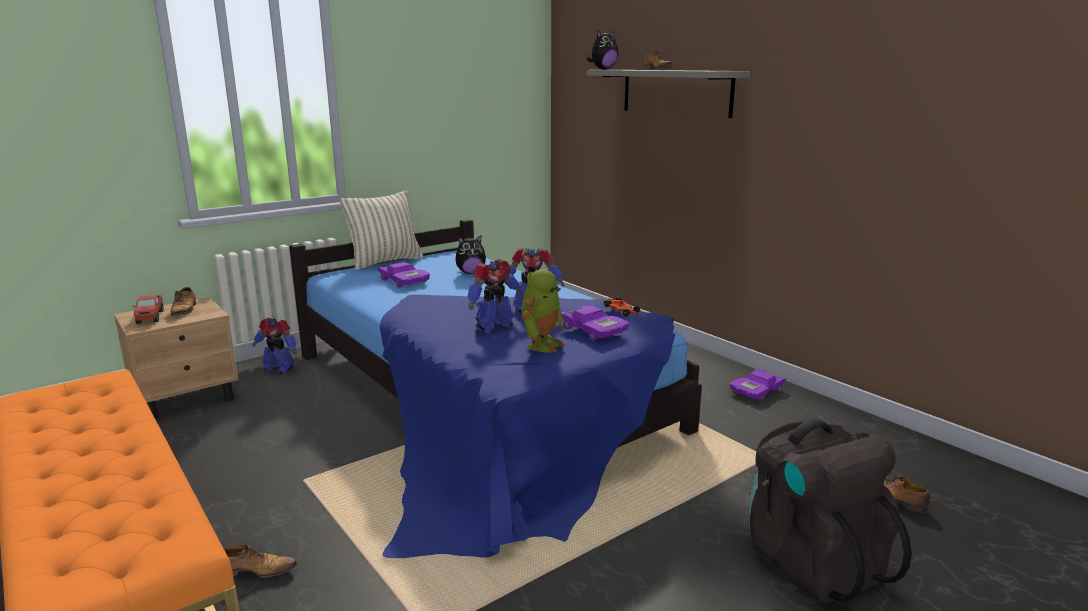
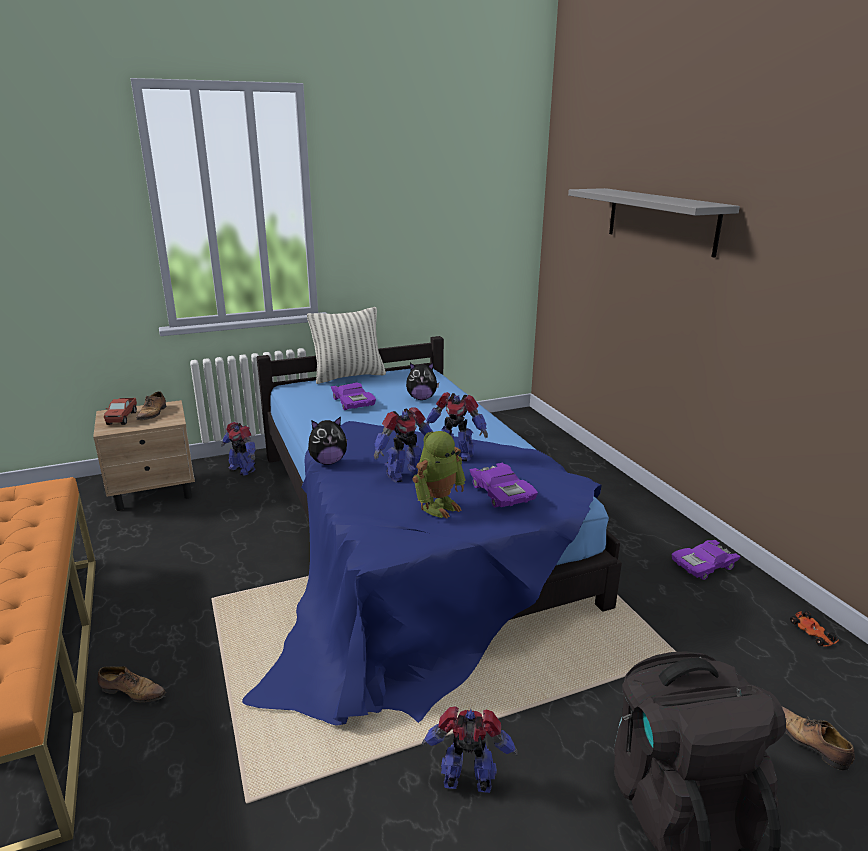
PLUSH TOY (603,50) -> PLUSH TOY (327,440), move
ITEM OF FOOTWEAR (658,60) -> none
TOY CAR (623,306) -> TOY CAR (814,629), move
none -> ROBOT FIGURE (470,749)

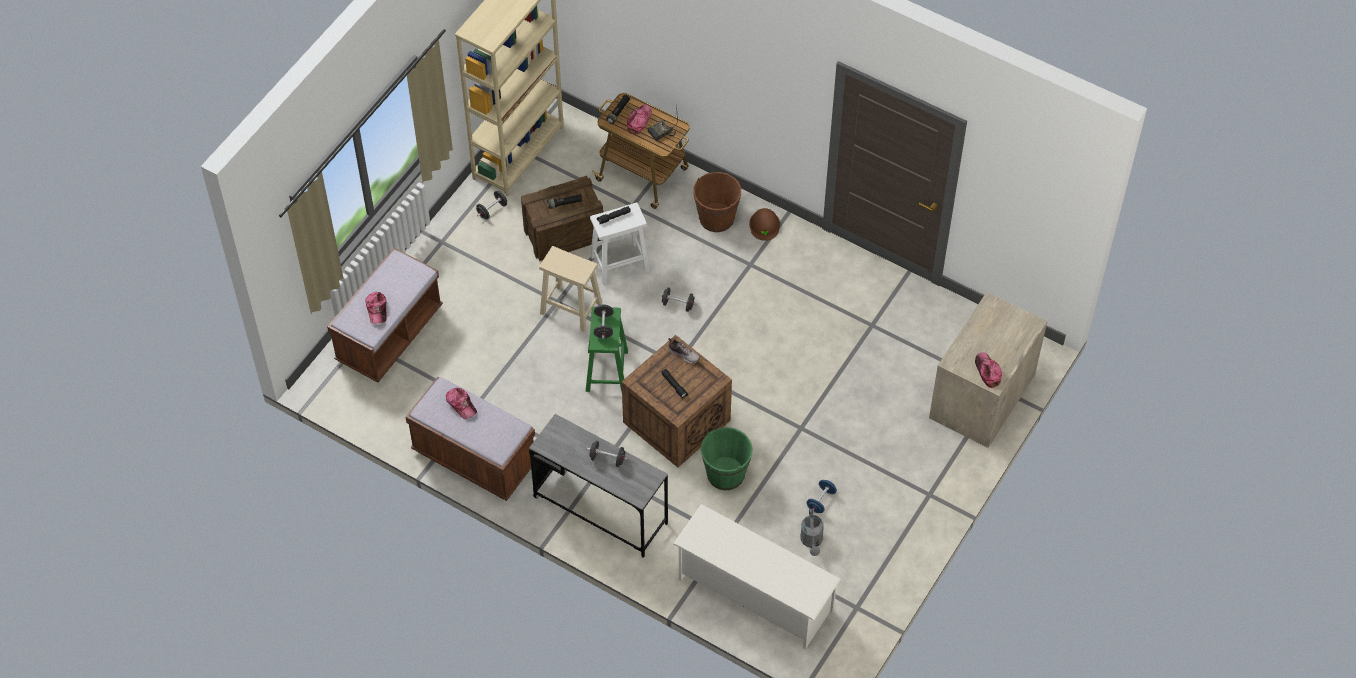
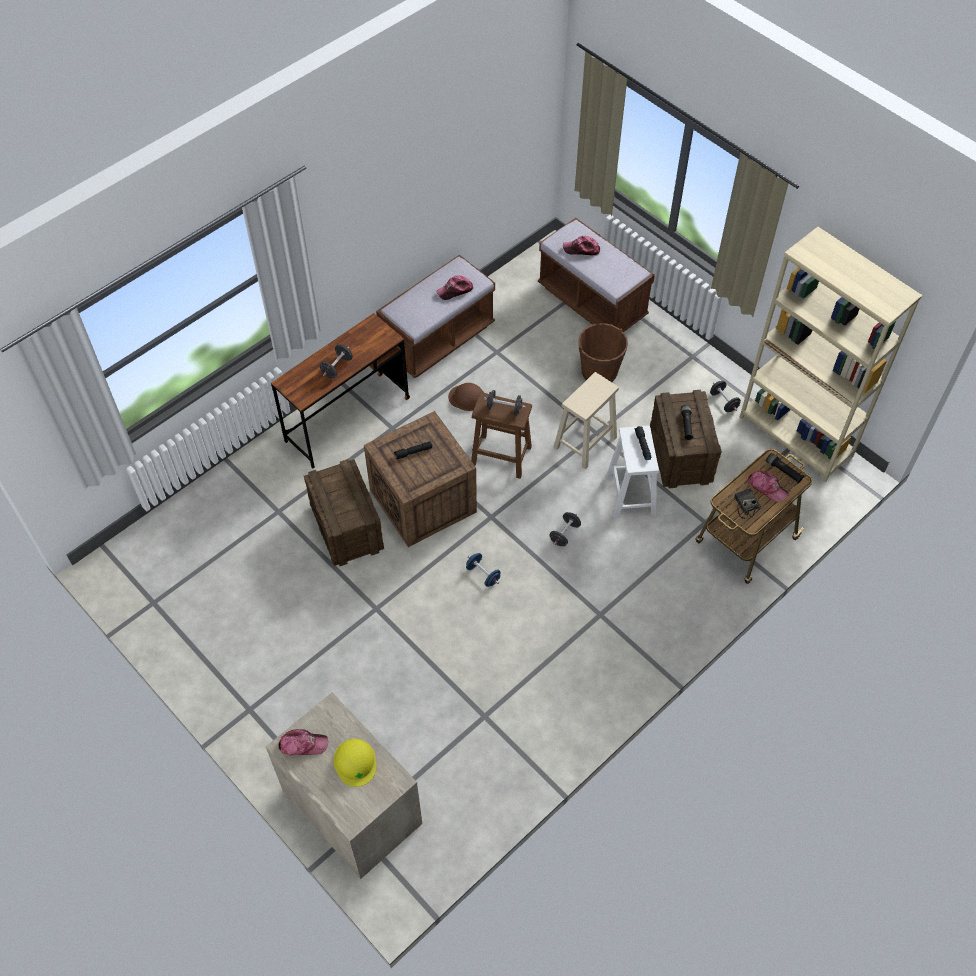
BROWN-COLOURED PAIL (717,202) -> BROWN-COLOURED PAIL (603,352), move
BROWN-COLOURED HARD HAT (764,224) -> BROWN-COLOURED HARD HAT (466,397), move
GREEN STOOL (607,349) -> BROWN-COLOURED STOOL (501,435)
ITEM OF FOOTWEAR (684,351) -> none
GREYISH DESK (598,486) -> BROWN-COLOURED DESK (340,390)
GREEN PAIL (727,459) -> CRATE (344,512)
BLUE-COLOURED FREE WEIGHT (822,496) -> BLUE-COLOURED FREE WEIGHT (483,570), move
WHITE-COLOURED SHOE RACK (757,576) -> none
GREYISH SPRINKLING CAN (812,532) -> none
none -> YELLOW-COLOURED HARD HAT (354,763)

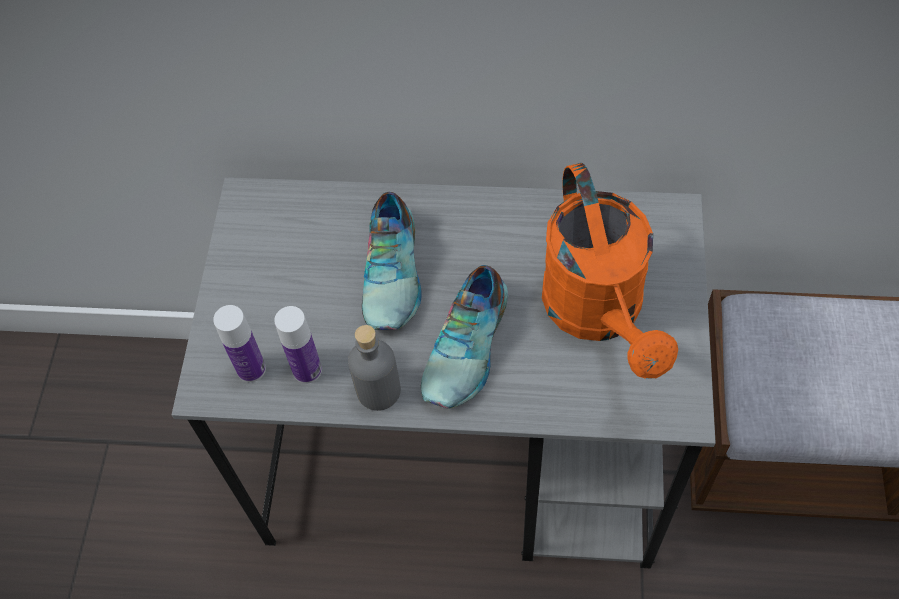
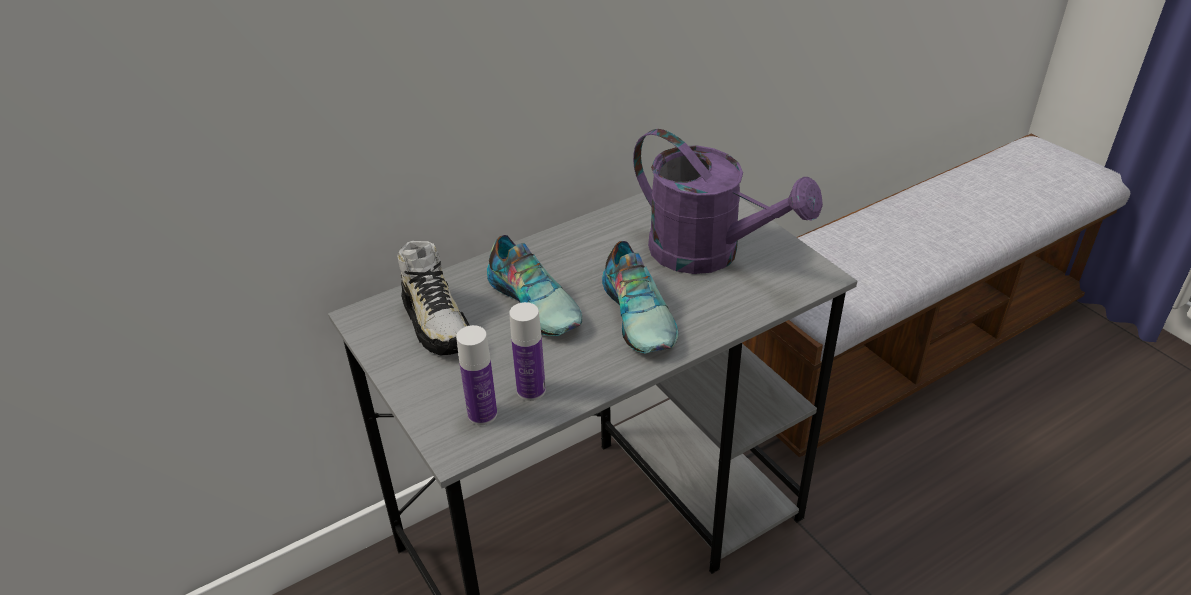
ORANGEY SPRINKLING CAN (610,271) -> PURPLE-COLOURED SPRINKLING CAN (728,201)
GREYISH BEVERAGE BOTTLE (374,368) -> none
none -> ITEM OF FOOTWEAR (433,298)

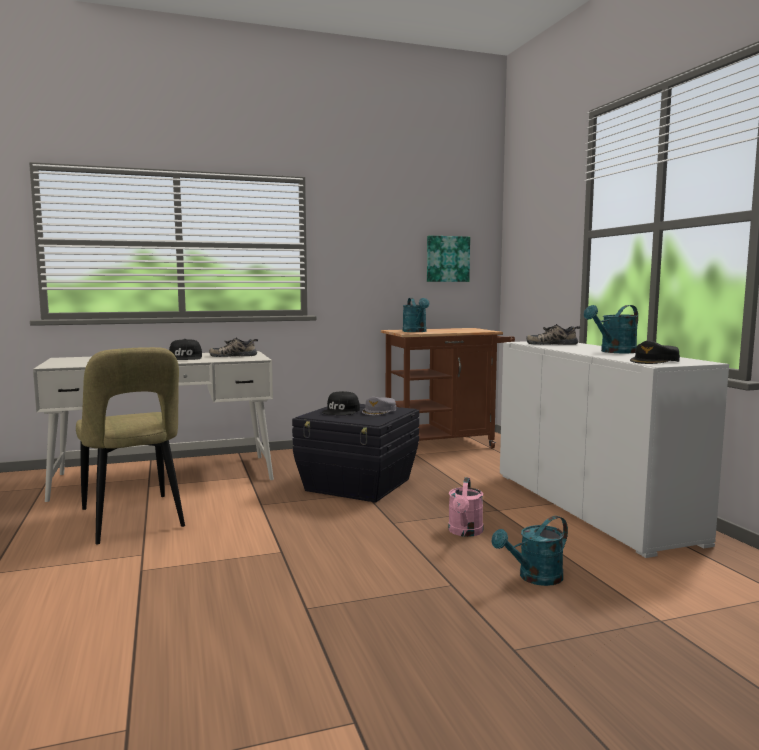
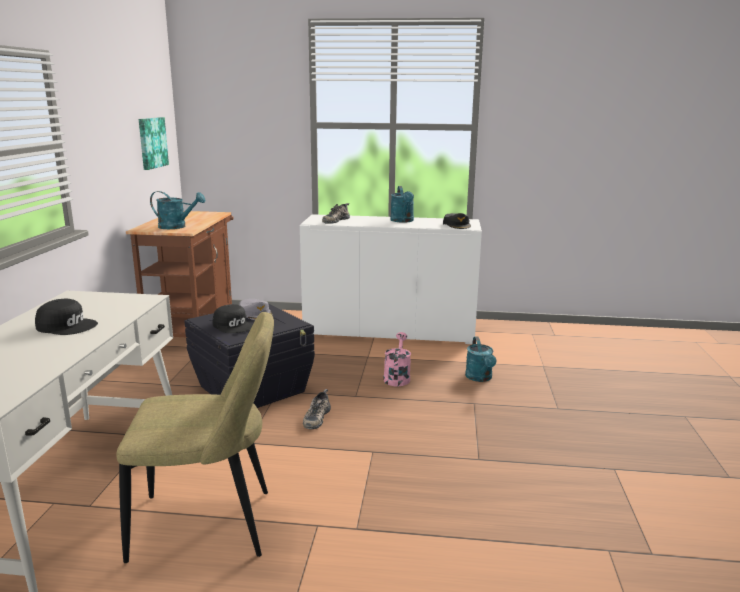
ITEM OF FOOTWEAR (233,347) -> ITEM OF FOOTWEAR (317,409), move
PINKISH SPRINKLING CAN (465,507) -> PINKISH SPRINKLING CAN (397,359), 120 degrees counterclockwise

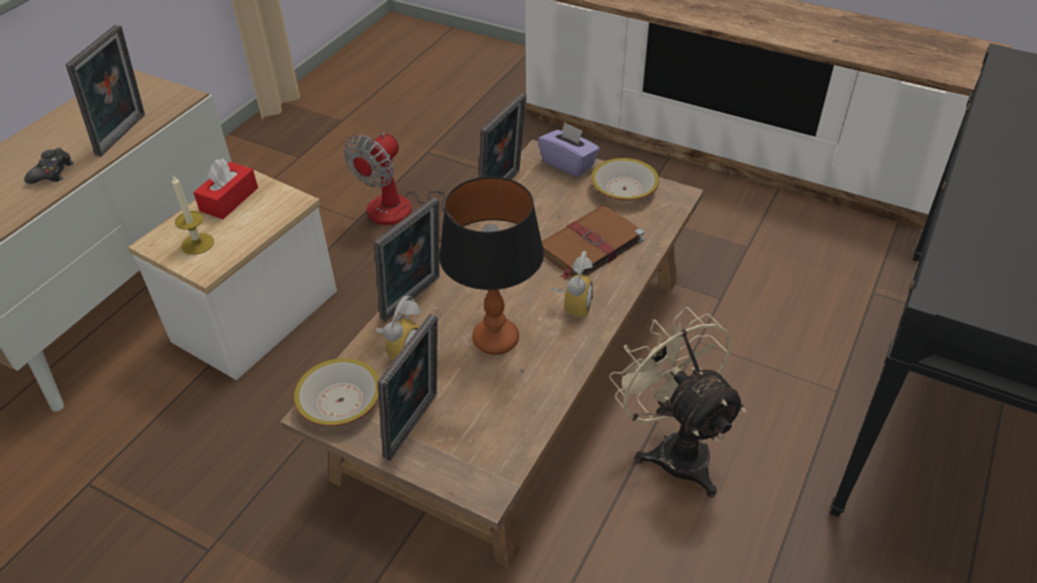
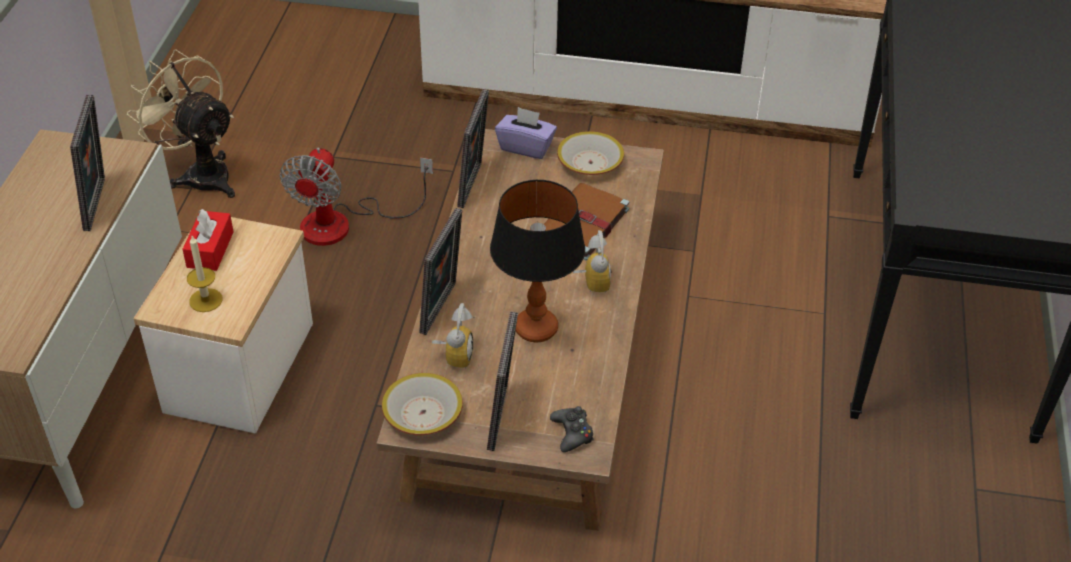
BLACK GAME CONTROLLER (49,166) -> BLACK GAME CONTROLLER (572,429), move
BEIGE-COLOURED COOLING FAN (677,402) -> BEIGE-COLOURED COOLING FAN (181,123), move

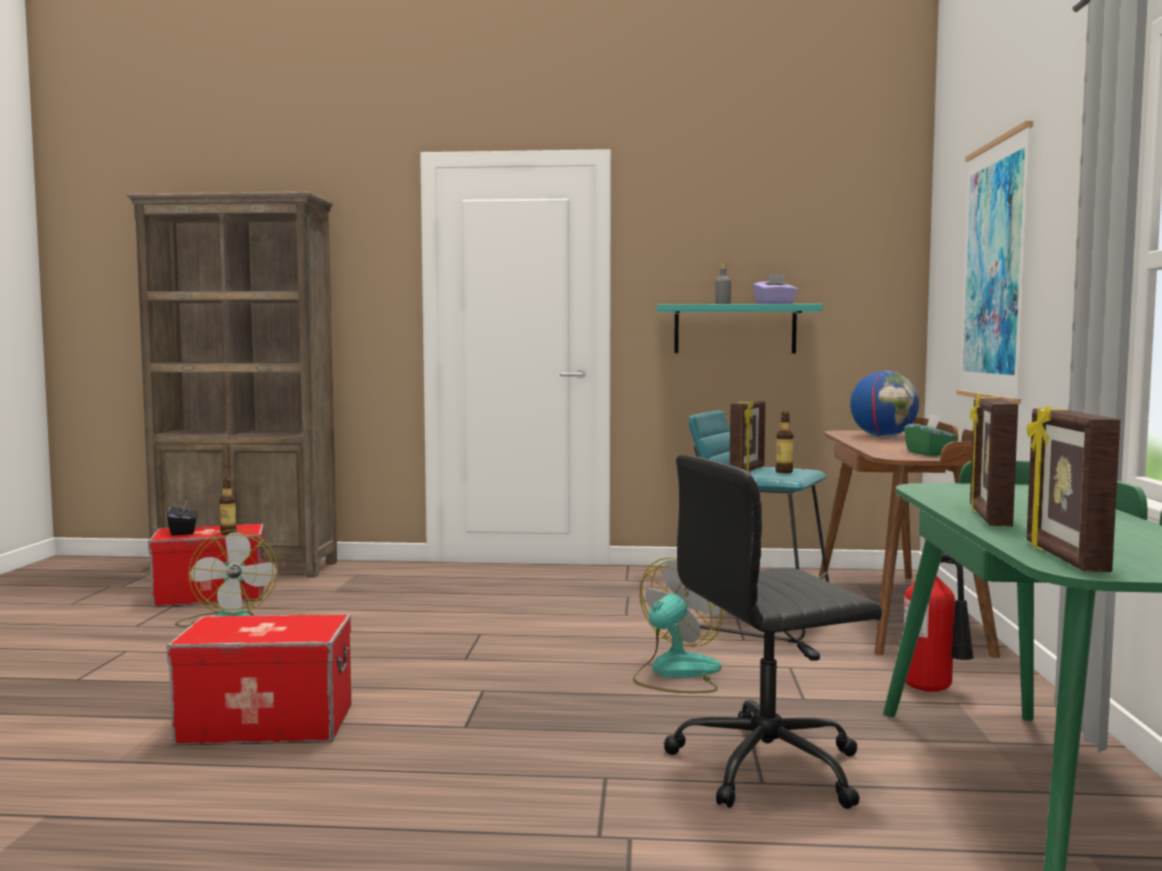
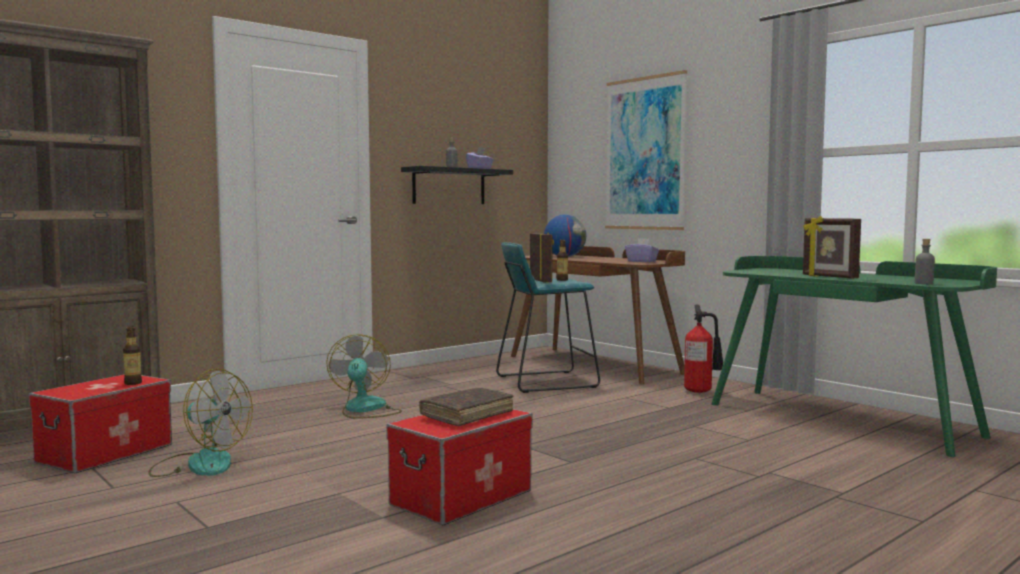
BLUE-GREEN WALL SHELF (740,328) -> BLACK WALL SHELF (457,185)
PICTURE FRAME (1073,488) -> GREYISH BEVERAGE BOTTLE (925,261)
GREEN BOX OF TISSUES (930,435) -> PURPLE-COLOURED BOX OF TISSUES (642,250)
BLACK COMPUTER CHAIR (773,632) -> none
BLACK BOX OF TISSUES (182,517) -> none
COOLING FAN (678,625) -> COOLING FAN (364,376), move
none -> BROWN-COLOURED BOOK (466,407)

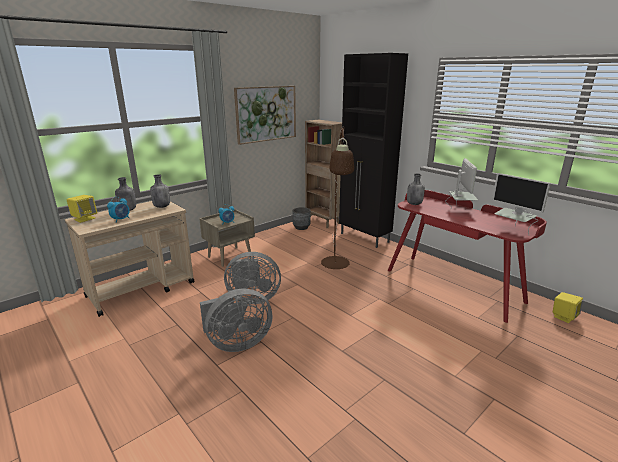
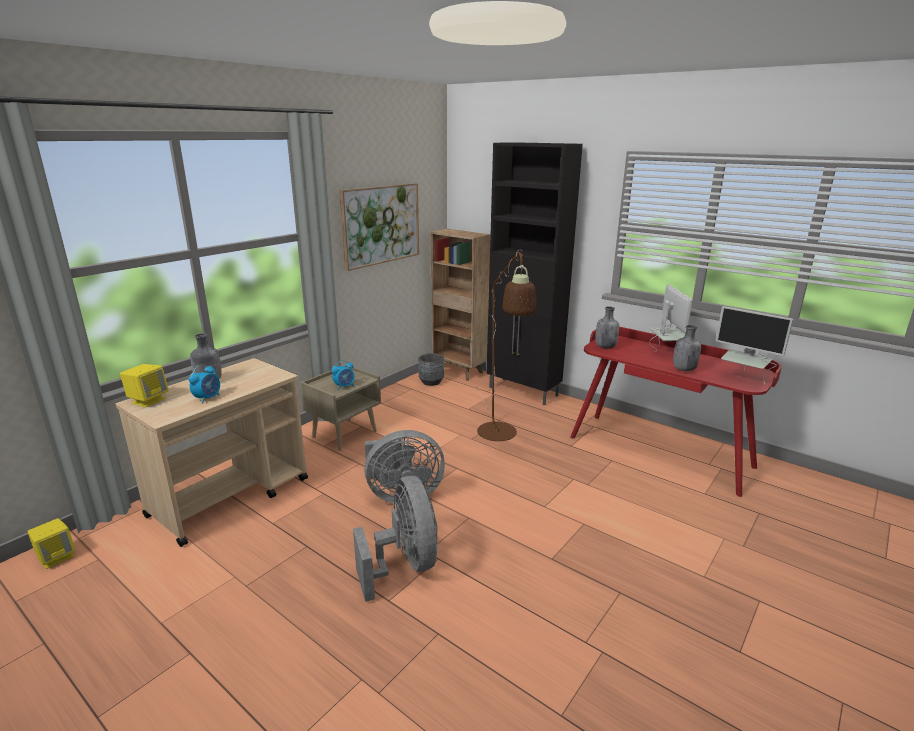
GREYISH BEVERAGE BOTTLE (160,191) -> GREYISH BEVERAGE BOTTLE (687,348), move
GREYISH COOLING FAN (236,320) -> GREYISH COOLING FAN (395,539), 75 degrees counterclockwise
YELLOW-COLOURED AUDIO SPEAKER (568,307) -> YELLOW-COLOURED AUDIO SPEAKER (51,543), move

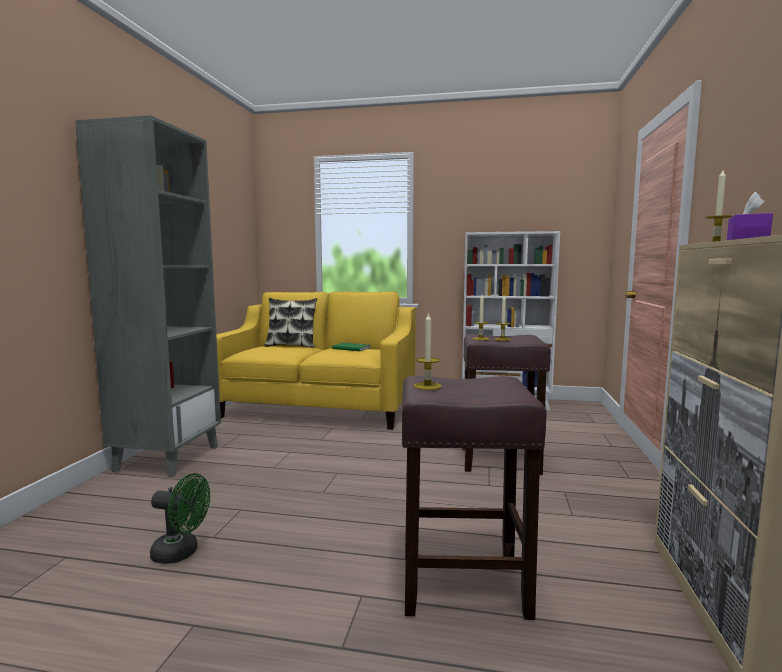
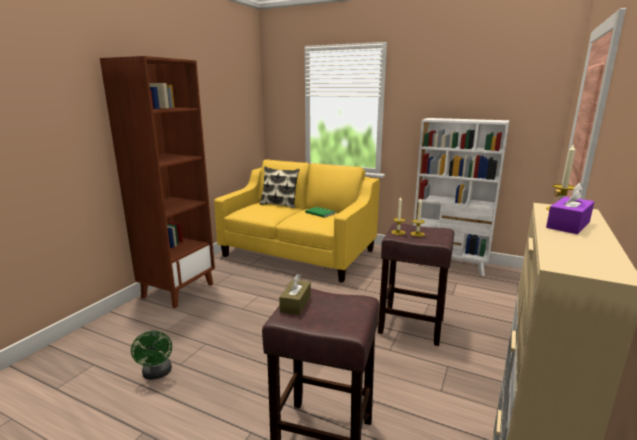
GREYISH SHELVING UNIT (148,296) -> BROWN-COLOURED SHELVING UNIT (157,182)
WAX LIGHT (427,351) -> BROWN-COLOURED BOX OF TISSUES (295,294)
GREEN COOLING FAN (180,518) -> GREEN COOLING FAN (151,355), 45 degrees clockwise

